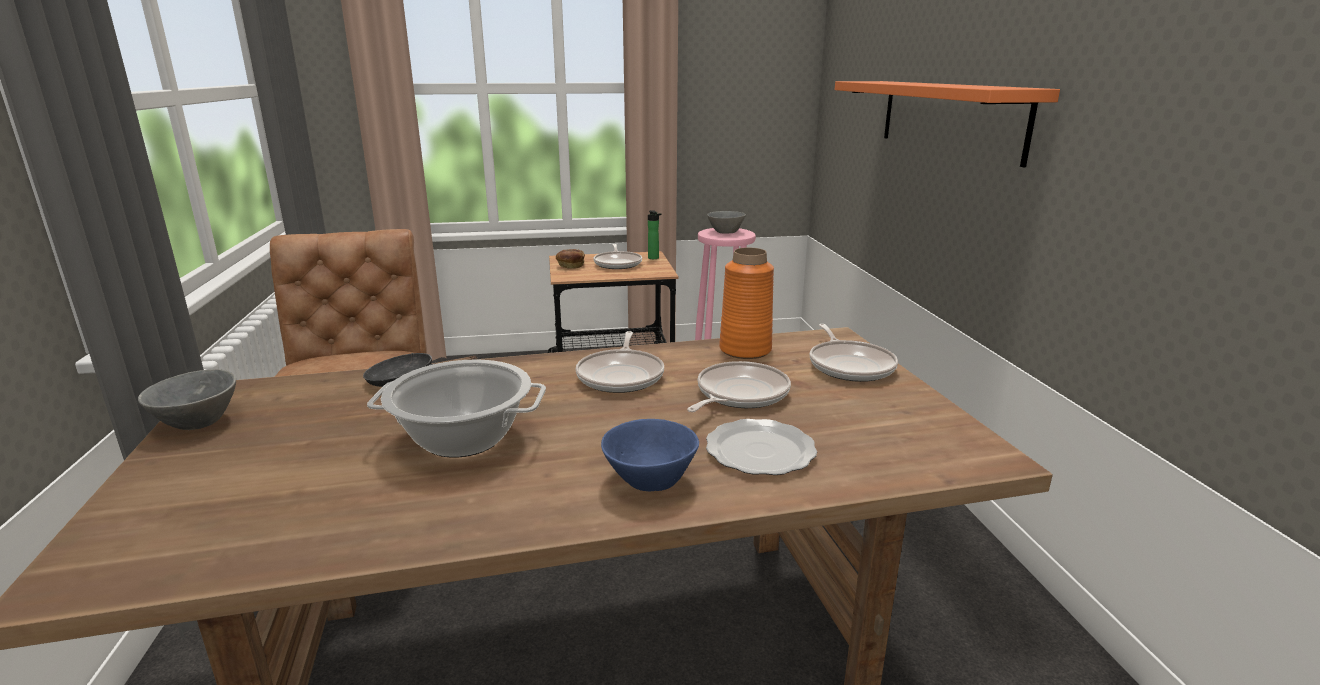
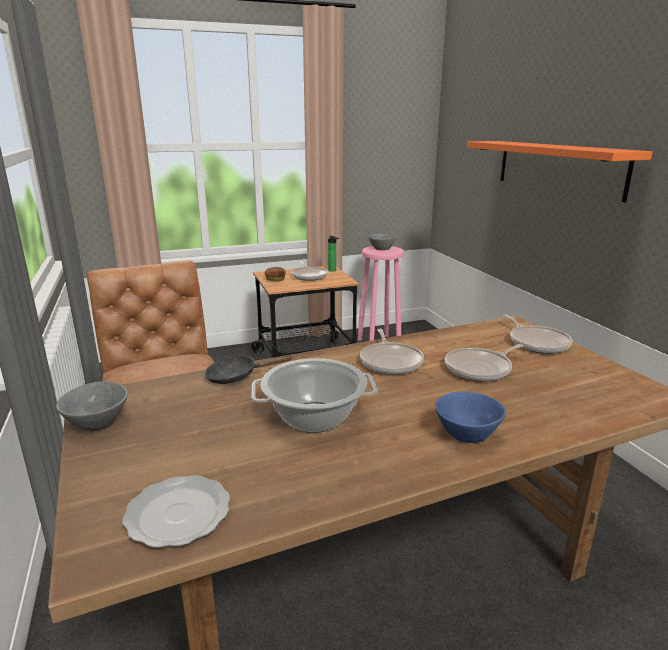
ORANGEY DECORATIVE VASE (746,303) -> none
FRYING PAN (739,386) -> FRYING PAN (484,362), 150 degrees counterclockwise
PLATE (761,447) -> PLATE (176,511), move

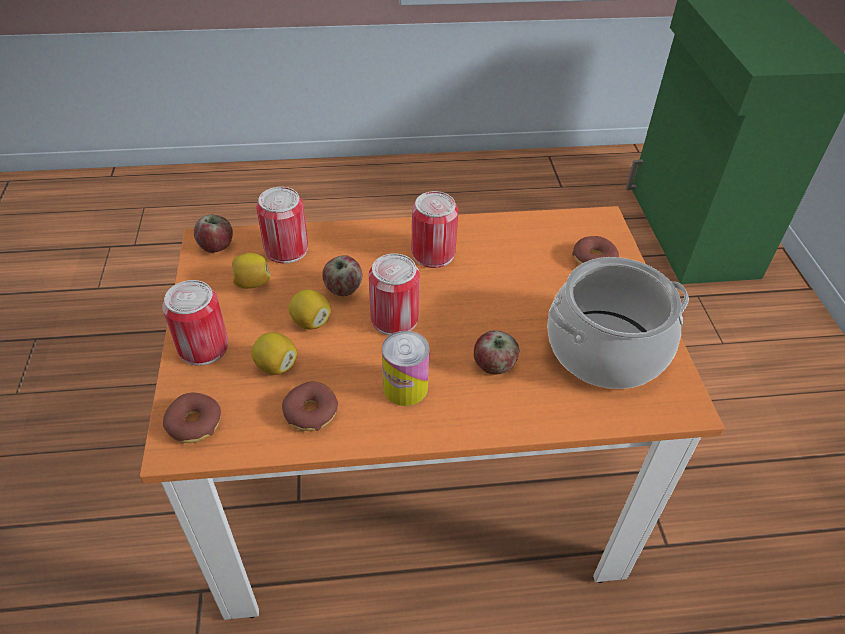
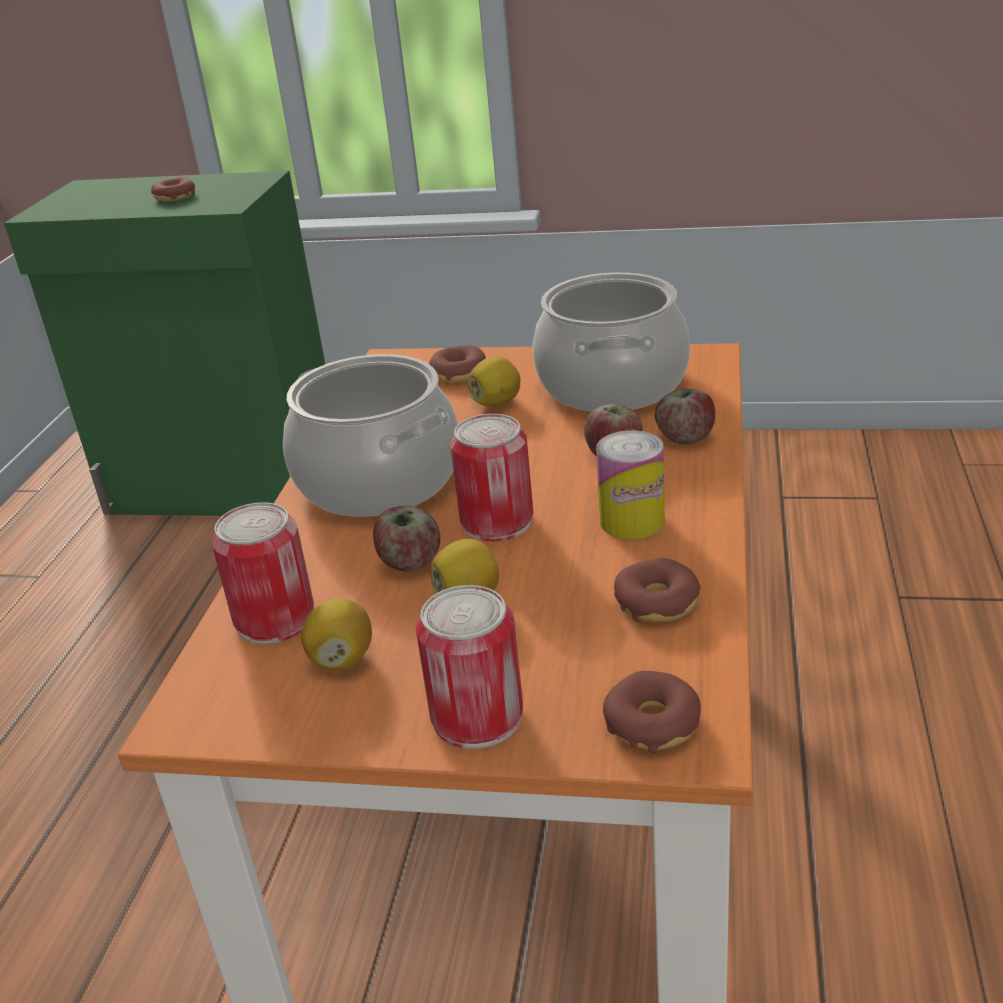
SEALED CAN (434,229) -> COOKING POT (370,435)
WHOLE APPLE (213,234) -> WHOLE APPLE (685,417), move
WHOLE LEMON (274,353) -> WHOLE LEMON (494,381), move
none -> DONUT (173,189)

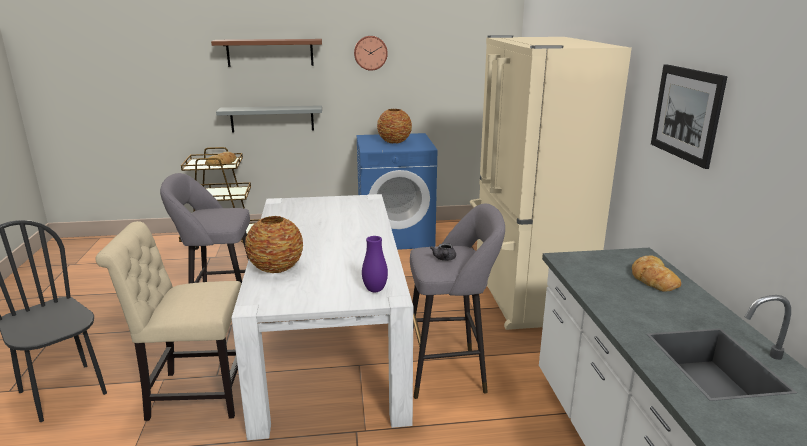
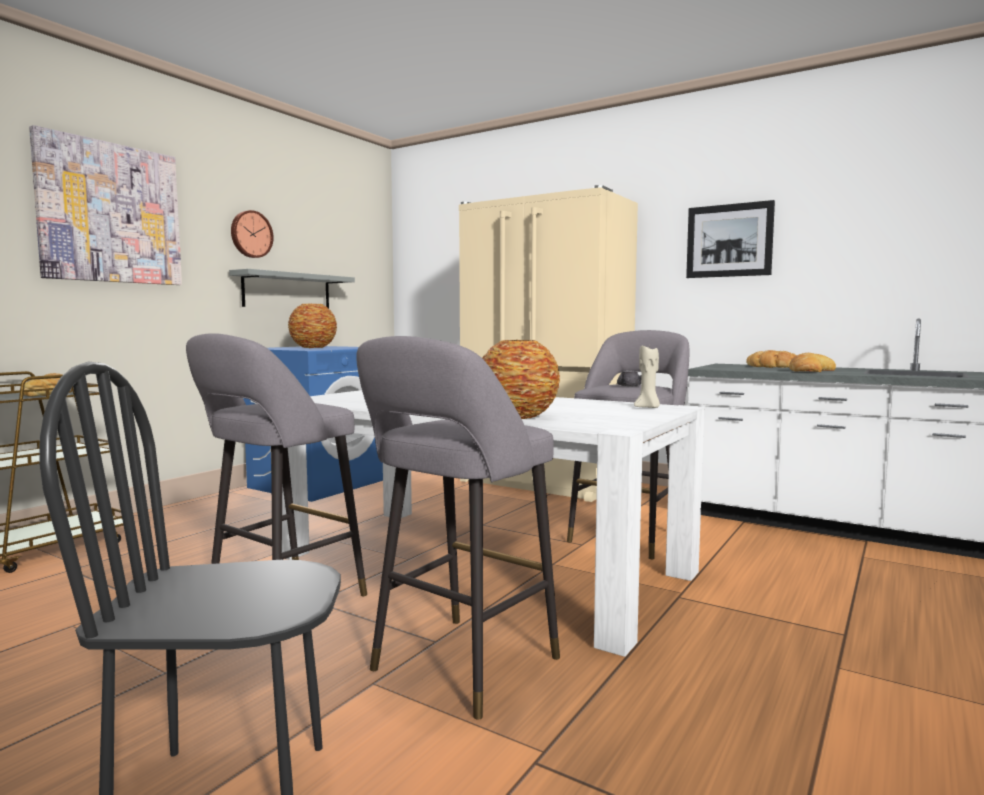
BROWN-COLOURED WALL SHELF (266,53) -> WALL ART (105,205)
GREYISH WALL SHELF (269,119) -> GREYISH WALL SHELF (292,288), move
BEIGE-COLOURED PLAIN CHAIR (168,321) -> GREYISH STOOL (458,528)
PURPLE-COLOURED DECORATIVE VASE (375,264) -> BEIGE-COLOURED WAX LIGHT (647,376)
none -> BAKED BREAD (812,362)

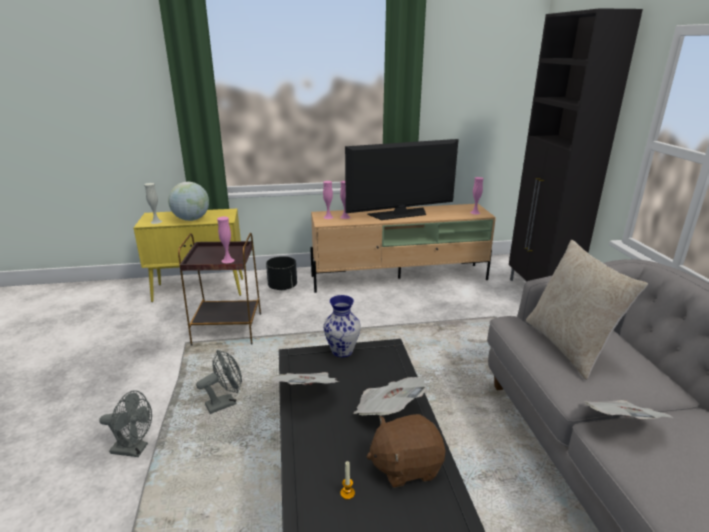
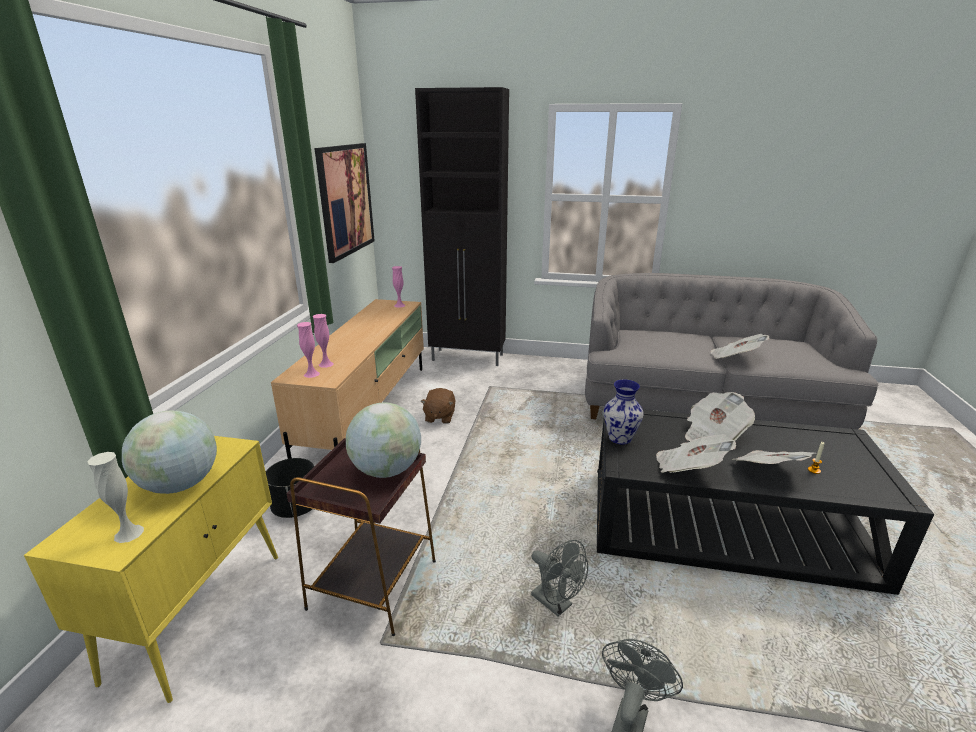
TV (402,179) -> none
PINKISH DECORATIVE VASE (225,240) -> GLOBE (383,440)
BEIGE-COLOURED THROW PILLOW (587,310) -> none
GREYISH COOLING FAN (219,382) -> GREYISH COOLING FAN (559,578), 150 degrees clockwise
BROWN-COLOURED PLUSH TOY (406,451) -> BROWN-COLOURED PLUSH TOY (437,406), move
none -> WALL ART (344,203)
none -> DAILY PAPER (775,457)

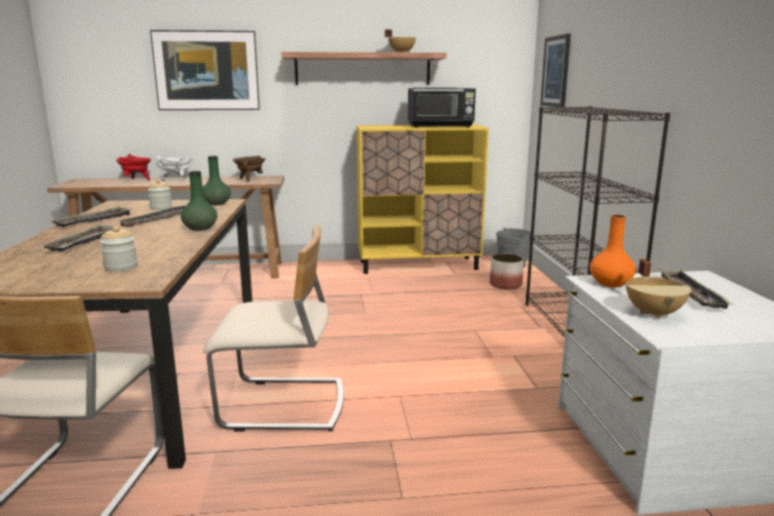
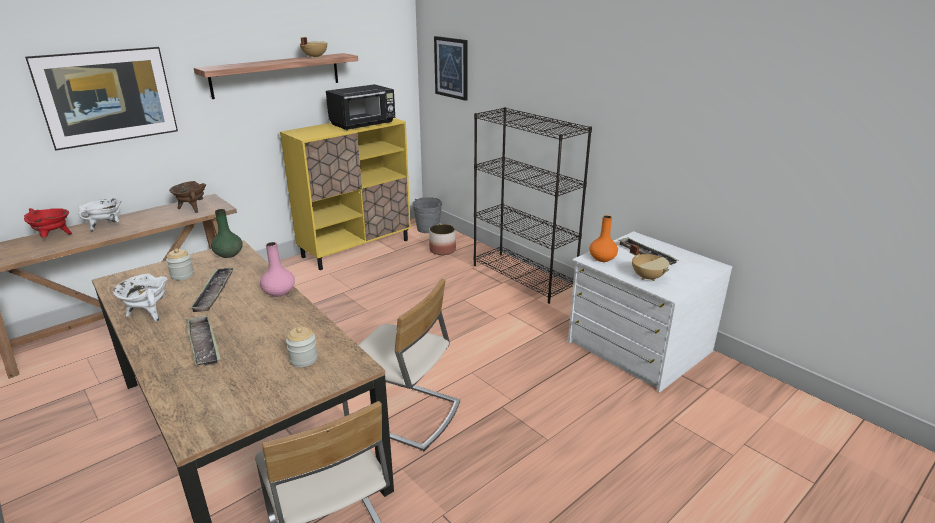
GREEN DECORATIVE VASE (199,201) -> PINKISH DECORATIVE VASE (277,269)
CARRYING TRAY (90,216) -> WHITE-COLOURED COOKING POT (140,297)
BEIGE-COLOURED PLAIN CHAIR (273,328) -> BEIGE-COLOURED PLAIN CHAIR (401,365), 60 degrees clockwise

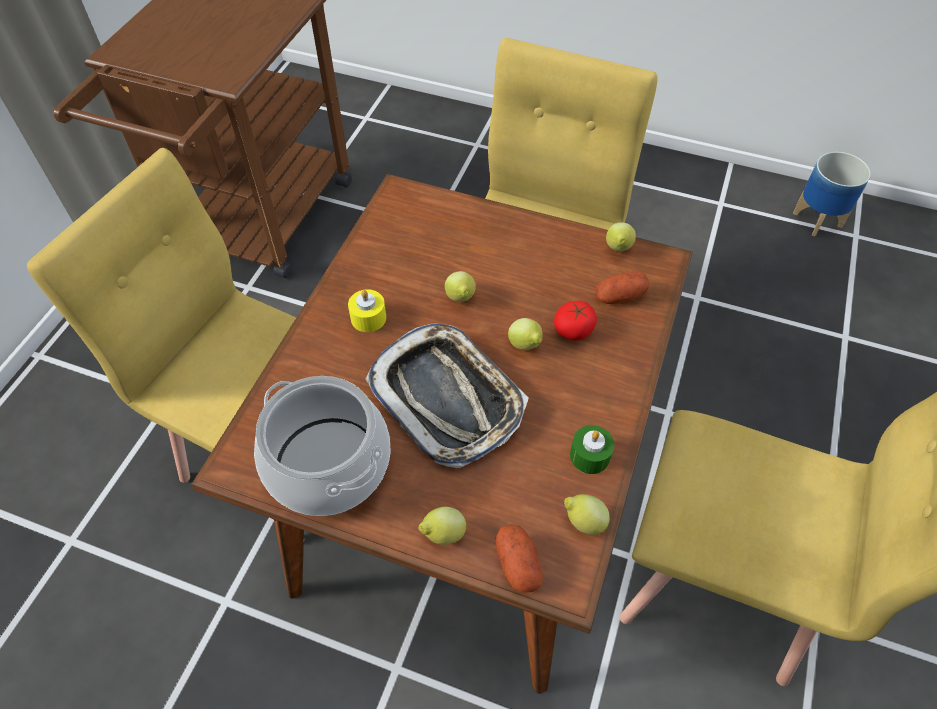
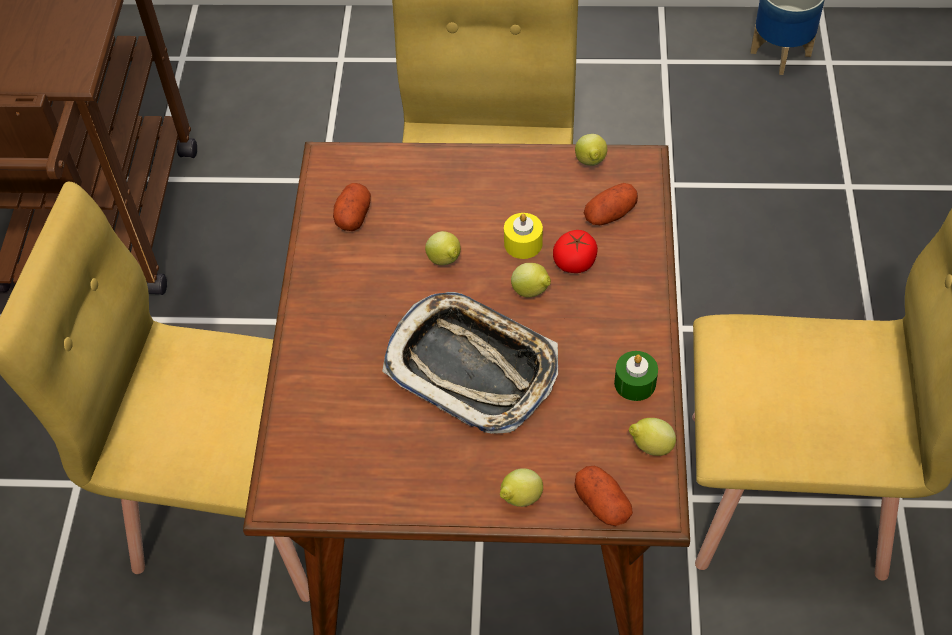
YELLOW-COLOURED WAX LIGHT (367,310) -> YELLOW-COLOURED WAX LIGHT (523,236), move
COOKING POT (322,446) -> none
none -> SPUD (352,207)

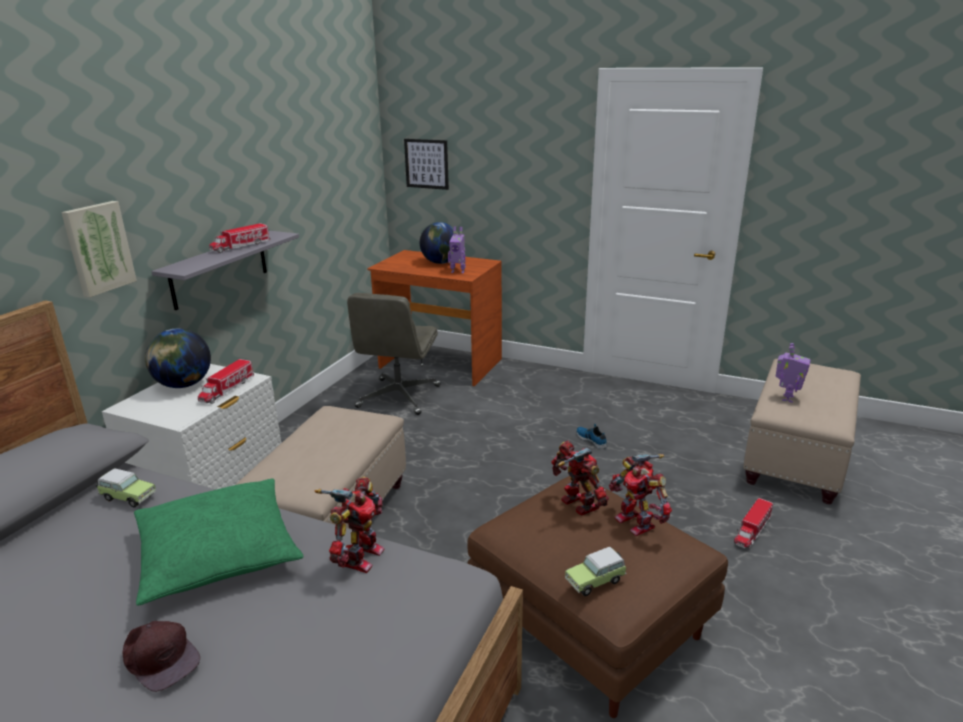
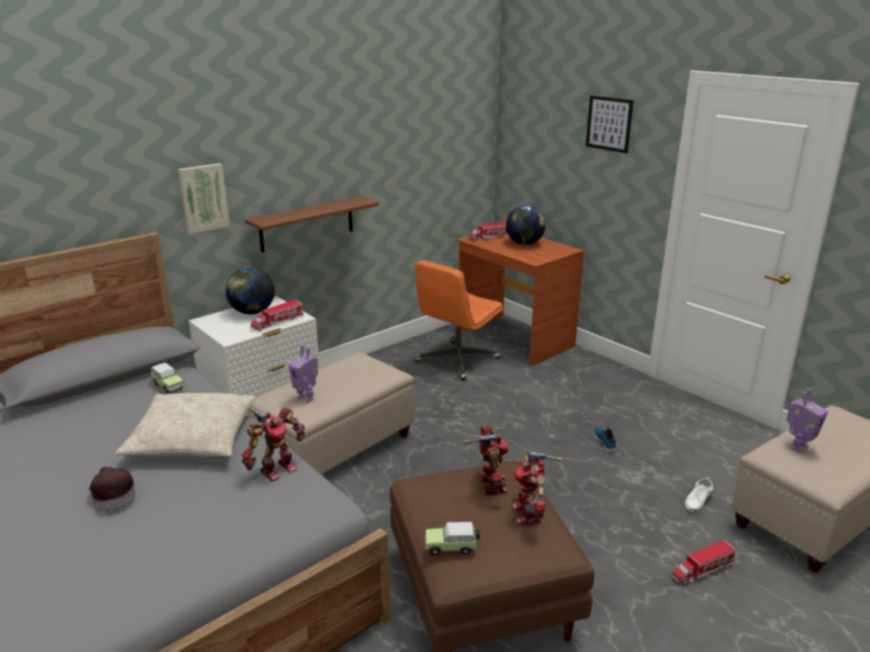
WALL ART (426,164) -> WALL ART (610,124), move
TOY TRUCK (239,238) -> TOY TRUCK (488,231), move
ROBOT FIGURE (457,250) -> ROBOT FIGURE (303,374), move
GREYISH WALL SHELF (225,270) -> BROWN-COLOURED WALL SHELF (312,224)
GREYISH COMPUTER CHAIR (394,354) -> ORANGEY COMPUTER CHAIR (459,320)
GREEN THROW PILLOW (219,542) -> BEIGE-COLOURED THROW PILLOW (185,425)
none -> WHITE-COLOURED ITEM OF FOOTWEAR (699,494)

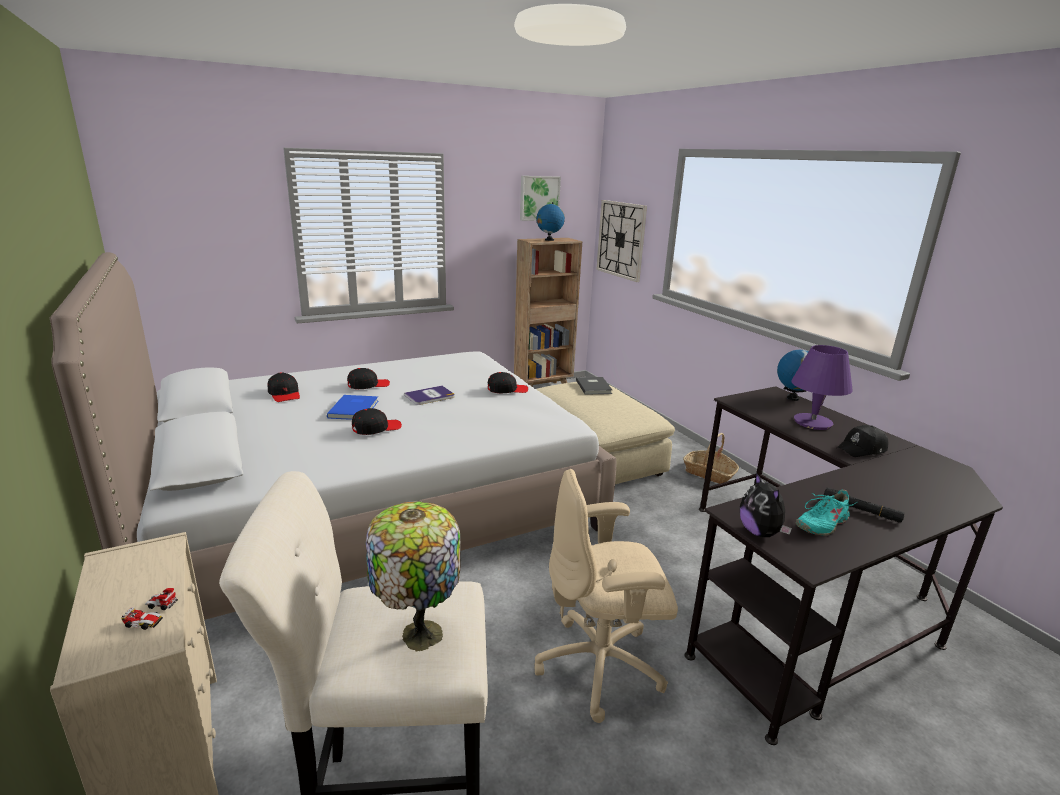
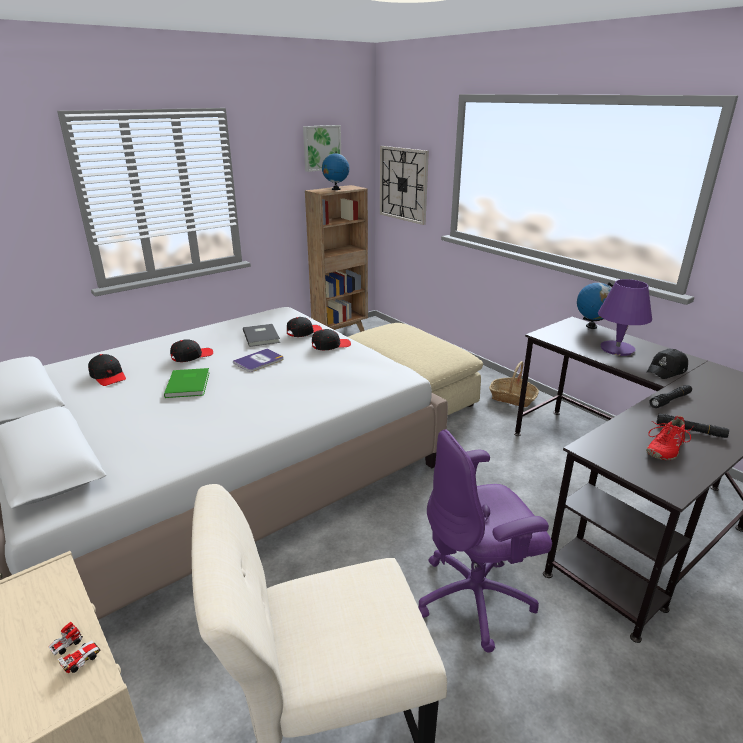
GREYISH BOOK (594,386) -> GREYISH BOOK (261,335), move
BLUE-COLOURED BOOK (352,407) -> GREEN BOOK (187,383)
BLACK PEAKED CAP (377,421) -> BLACK PEAKED CAP (304,327), move
BEIGE-COLOURED COMPUTER CHAIR (606,596) -> PURPLE-COLOURED COMPUTER CHAIR (485,541)
PLUSH TOY (766,504) -> none
BLUE-GREEN ITEM OF FOOTWEAR (826,512) -> RED-COLOURED ITEM OF FOOTWEAR (669,438)
LAMP FOR A TABLE (413,576) -> none
TOY CAR (150,609) -> TOY CAR (74,647), 45 degrees counterclockwise
none -> BLACK TORCH (670,396)

